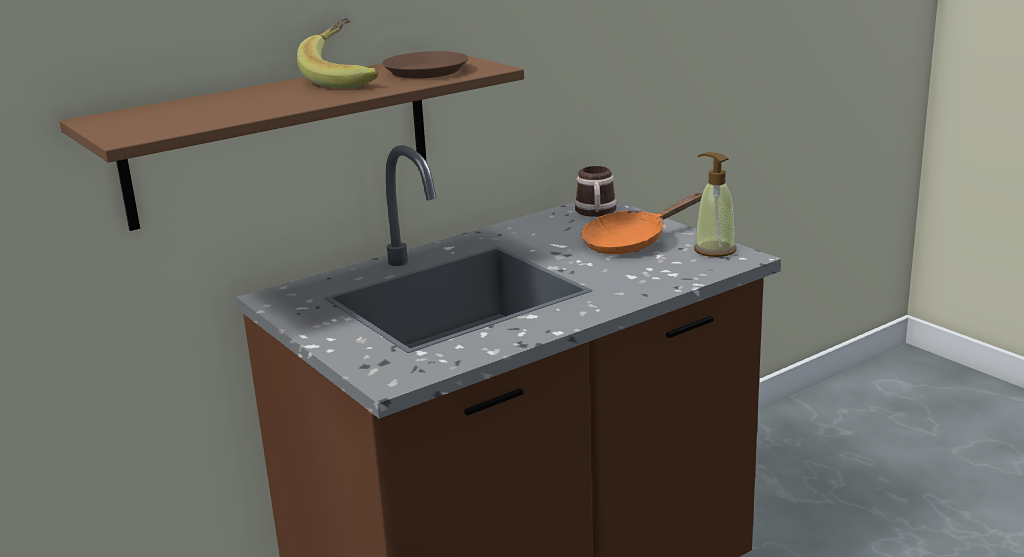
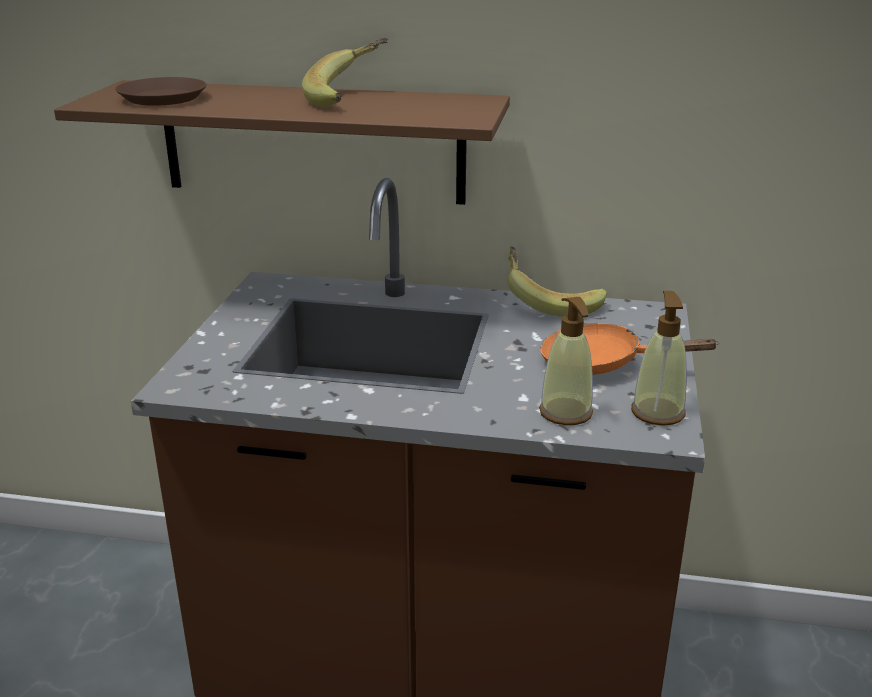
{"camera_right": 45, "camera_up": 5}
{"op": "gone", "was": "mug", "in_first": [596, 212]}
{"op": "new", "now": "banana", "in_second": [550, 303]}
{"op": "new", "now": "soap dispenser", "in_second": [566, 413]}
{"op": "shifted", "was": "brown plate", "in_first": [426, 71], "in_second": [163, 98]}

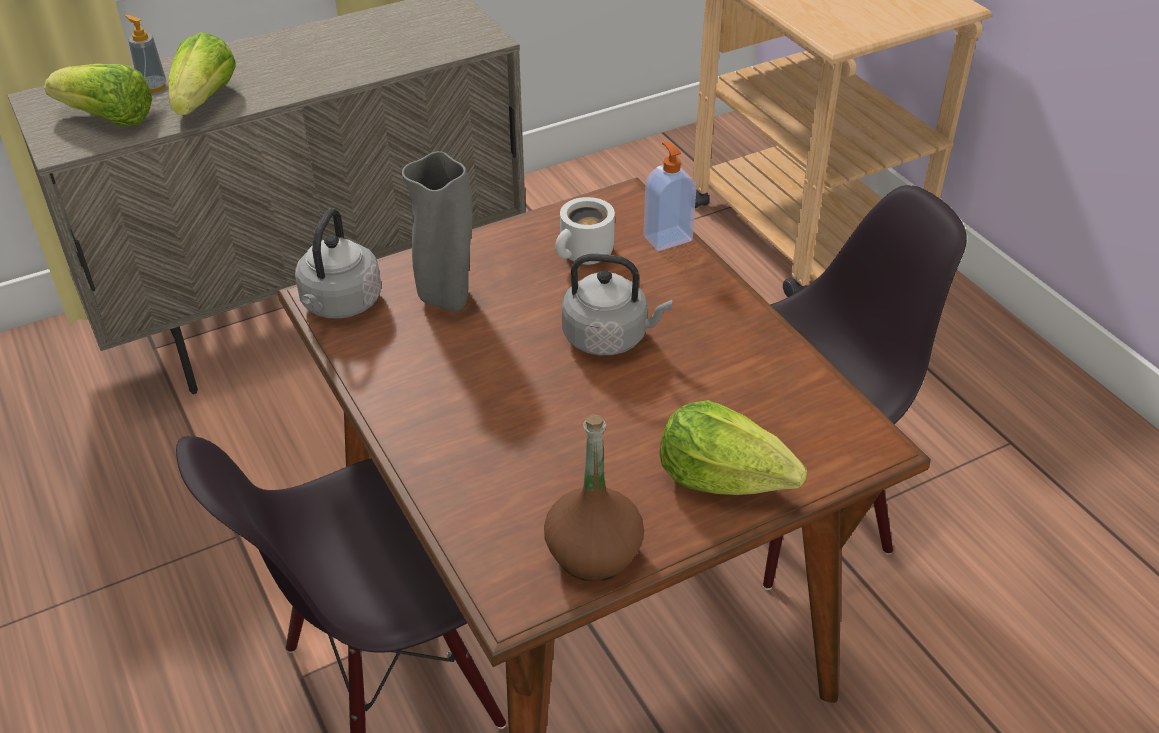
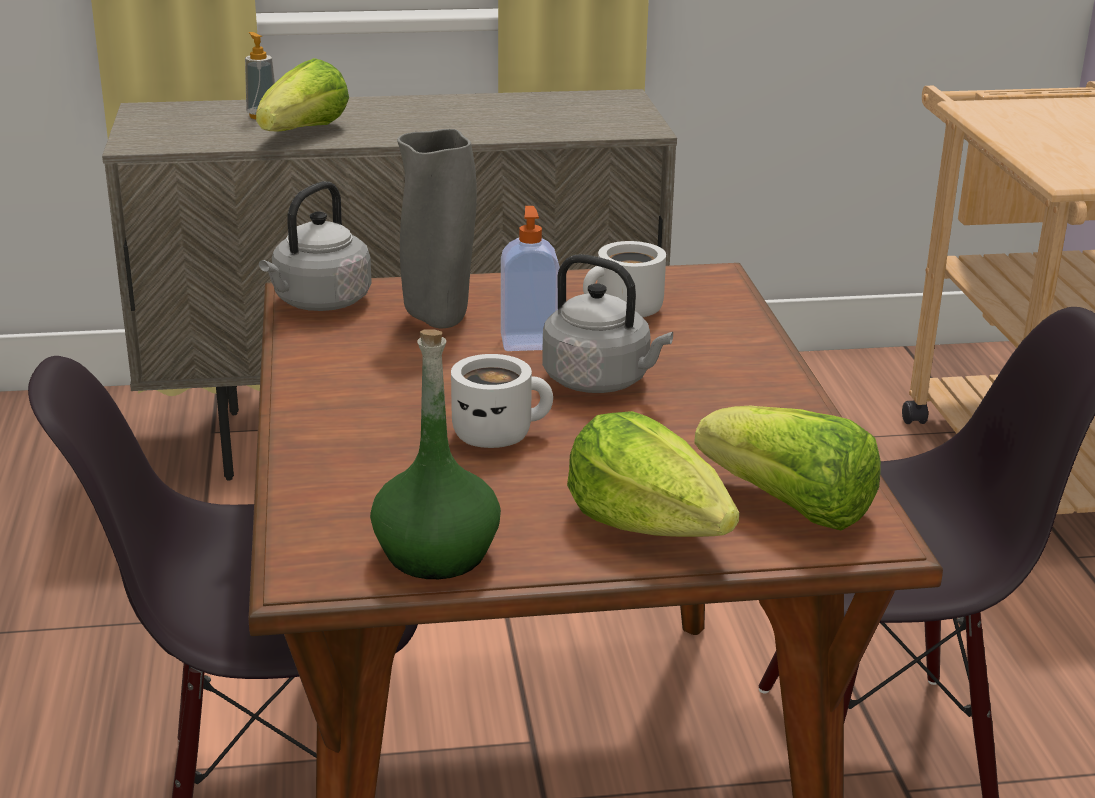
{"camera_right": 20, "camera_up": -15}
{"op": "new", "now": "white mug", "in_second": [498, 433]}
{"op": "shifted", "was": "lettuce", "in_first": [108, 119], "in_second": [789, 507]}
{"op": "shifted", "was": "soap dispenser", "in_first": [667, 238], "in_second": [529, 341]}
{"op": "repainted", "was": "brown bottle", "now": "green bottle", "in_first": [593, 552], "in_second": [436, 553]}

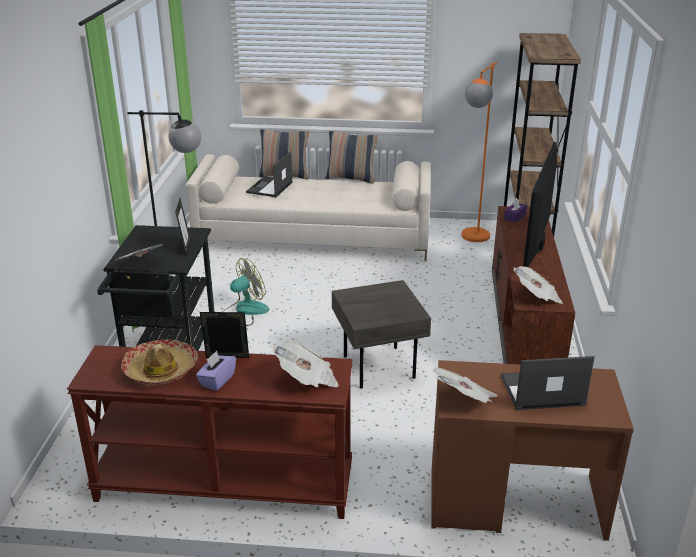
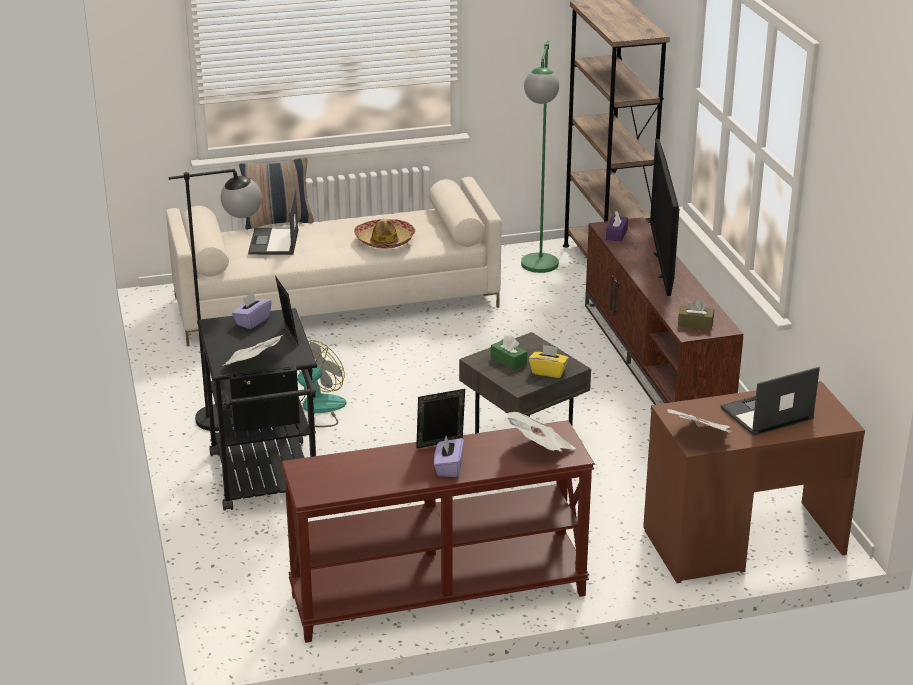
{"camera_right": -20, "camera_up": 0}
{"op": "gone", "was": "pillow", "in_first": [351, 178]}
{"op": "new", "now": "purple tissue box", "in_second": [252, 321]}
{"op": "new", "now": "green tissue box", "in_second": [508, 361]}
{"op": "new", "now": "yellow tissue box", "in_second": [548, 372]}
{"op": "shifted", "was": "hat", "in_first": [161, 370], "in_second": [385, 240]}
{"op": "swapped", "was": "newspaper", "now": "brown tissue box", "in_first": [537, 297], "in_second": [695, 324]}
{"op": "repainted", "was": "orange floor lamp", "now": "green floor lamp", "in_first": [472, 240], "in_second": [538, 270]}

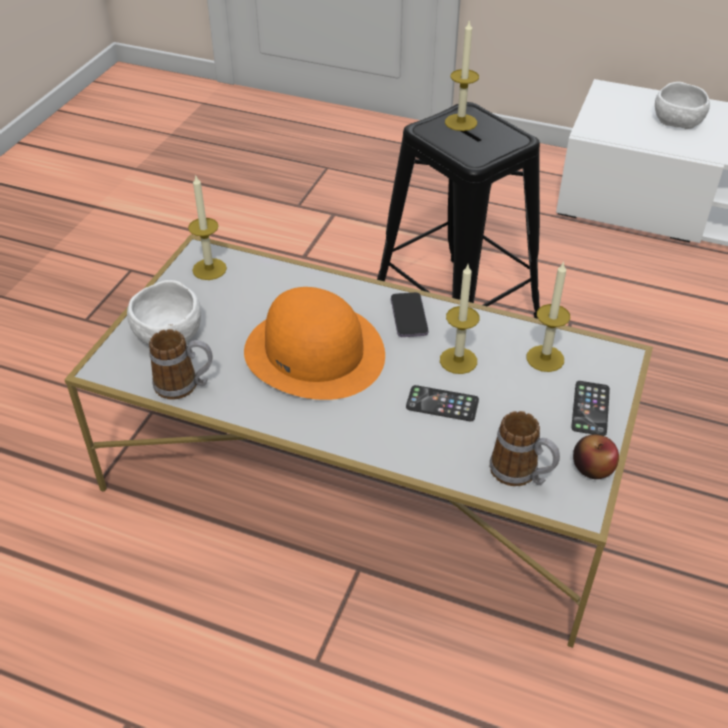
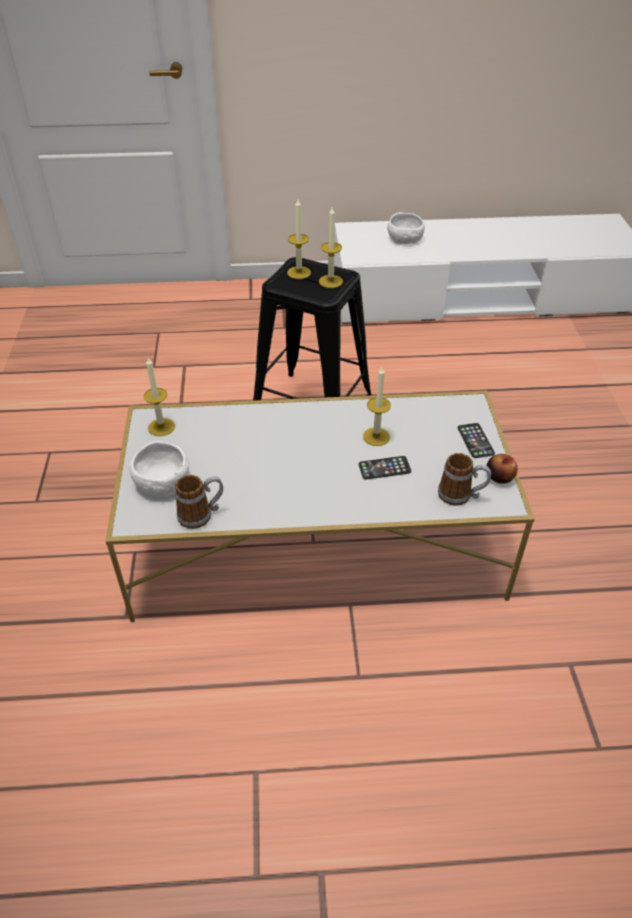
{"camera_right": -25, "camera_up": 0}
{"op": "gone", "was": "orange hat", "in_first": [315, 352]}
{"op": "gone", "was": "phone", "in_first": [409, 316]}
{"op": "shifted", "was": "candle", "in_first": [545, 358], "in_second": [330, 281]}

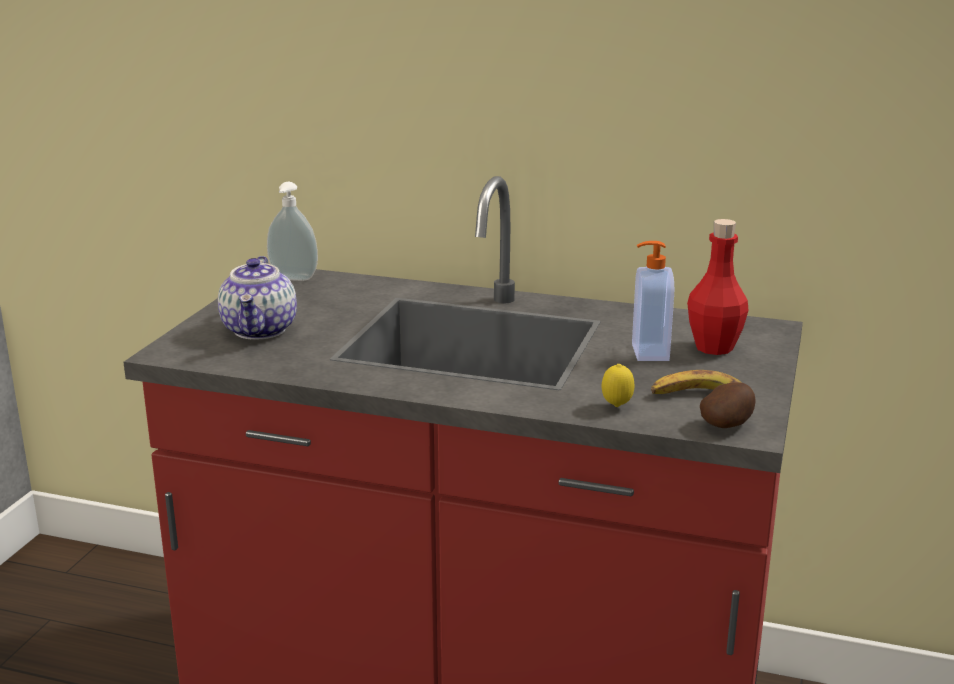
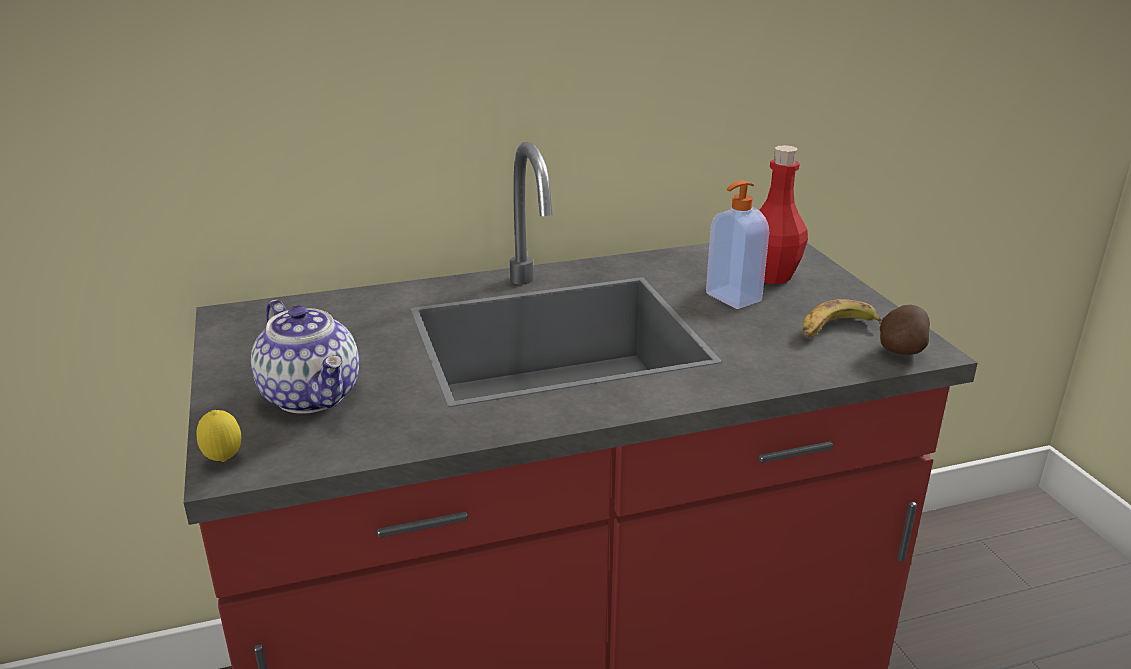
{"camera_right": -35, "camera_up": 5}
{"op": "gone", "was": "soap dispenser", "in_first": [292, 279]}
{"op": "shifted", "was": "lemon", "in_first": [616, 406], "in_second": [224, 461]}

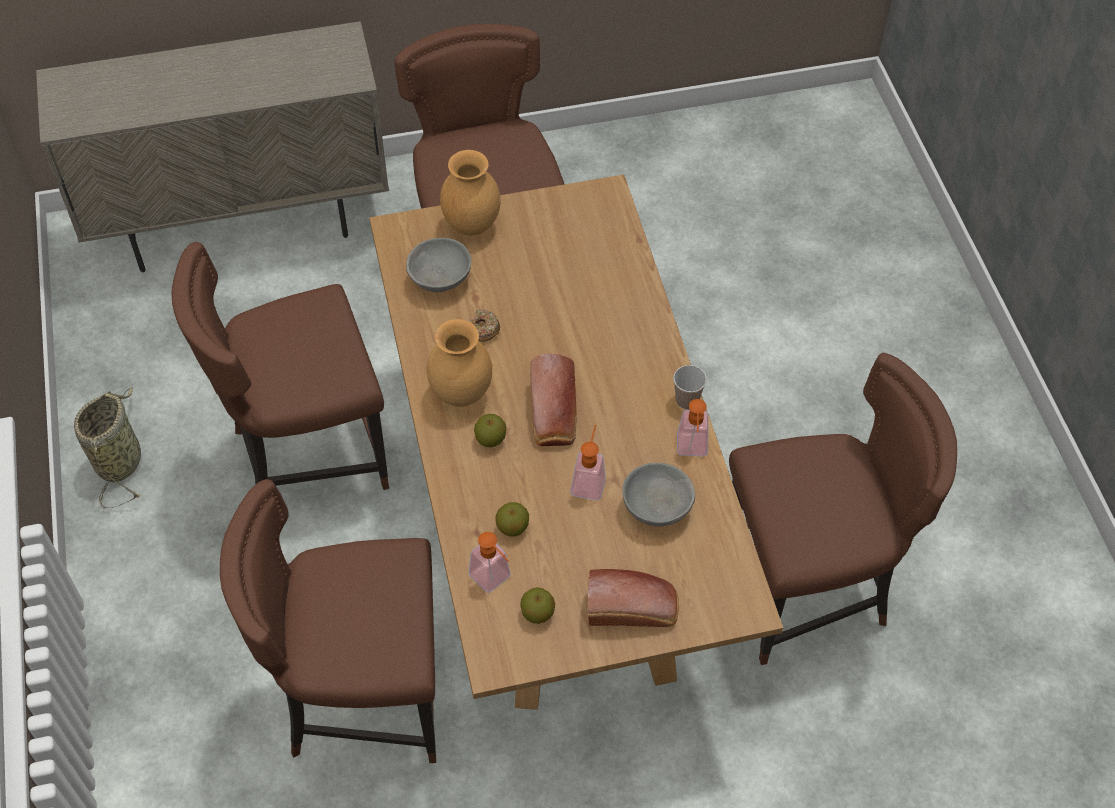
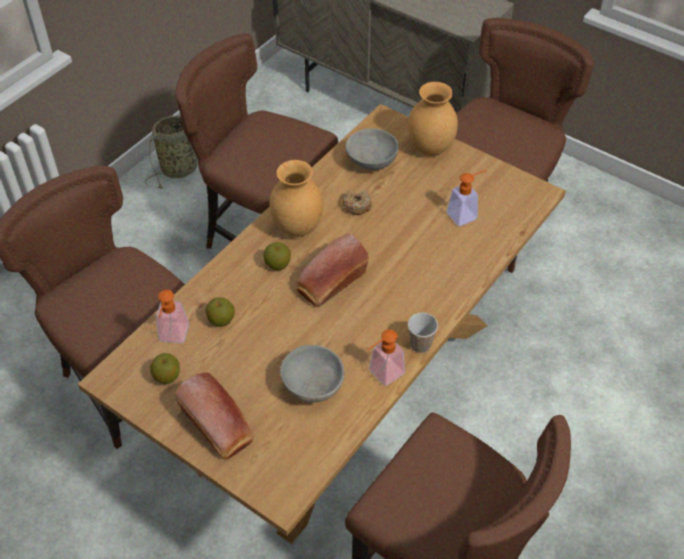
{"camera_right": 50, "camera_up": -5}
{"op": "shifted", "was": "soap dispenser", "in_first": [589, 481], "in_second": [466, 214]}

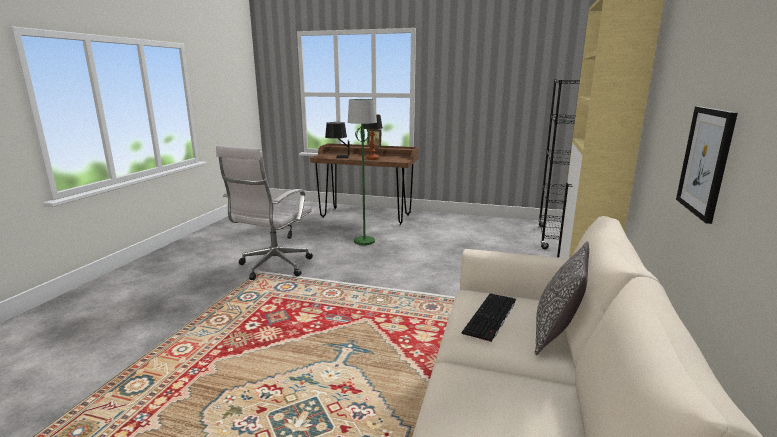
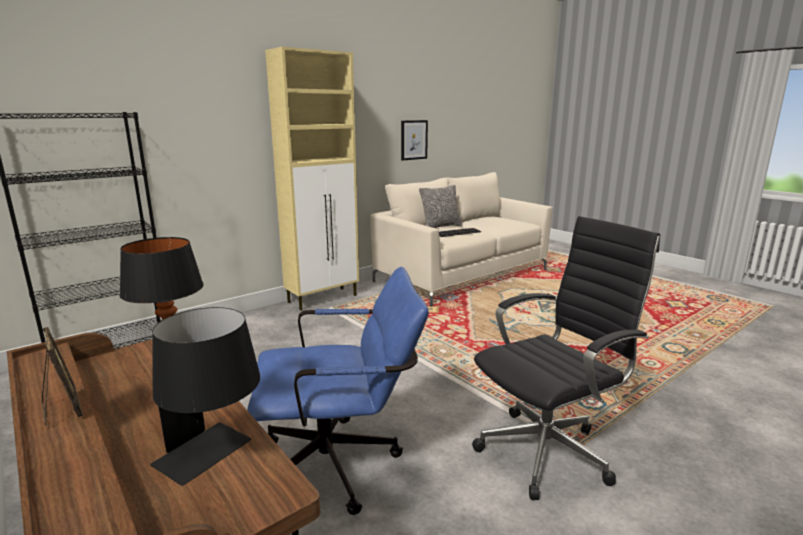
{"camera_right": -145, "camera_up": 0}
{"op": "swapped", "was": "green floor lamp", "now": "blue office chair", "in_first": [364, 241], "in_second": [341, 464]}
{"op": "repainted", "was": "white office chair", "now": "black office chair", "in_first": [273, 267], "in_second": [548, 451]}

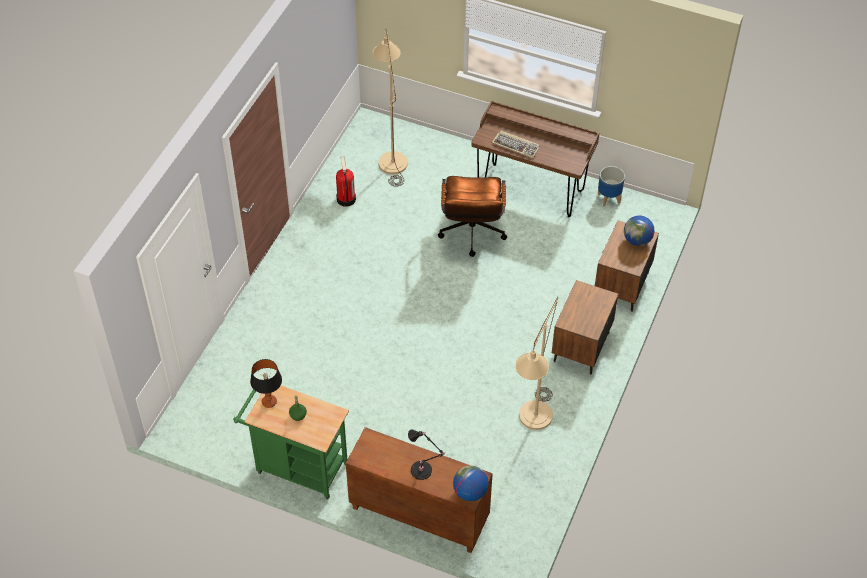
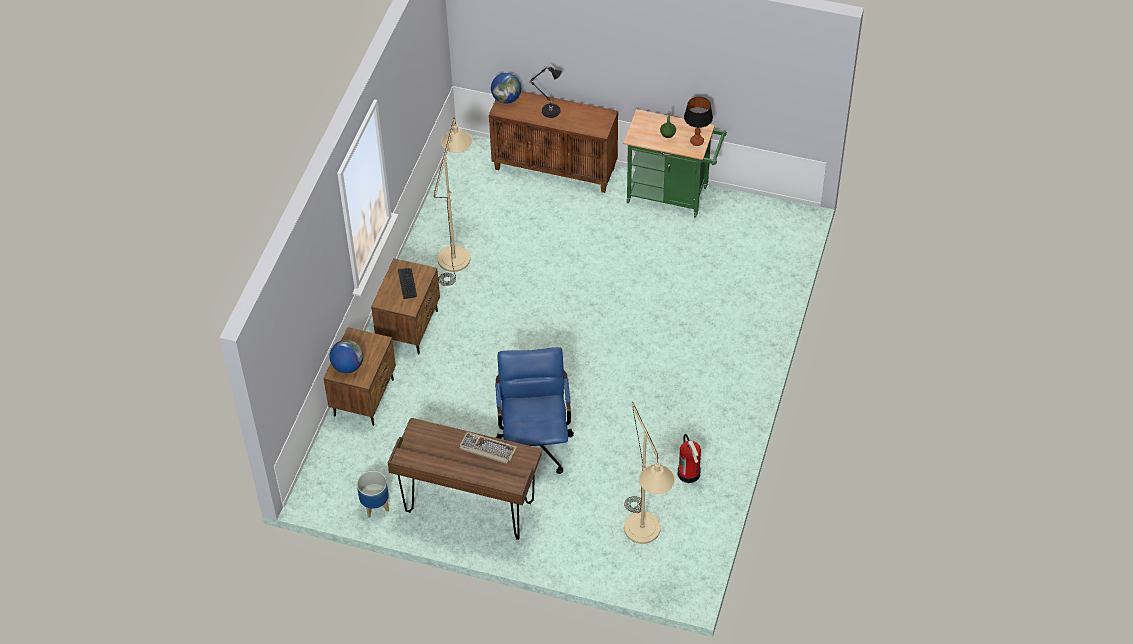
{"camera_right": 175, "camera_up": 0}
{"op": "new", "now": "keyboard", "in_second": [407, 283]}
{"op": "repainted", "was": "brown office chair", "now": "blue office chair", "in_first": [471, 235], "in_second": [535, 441]}

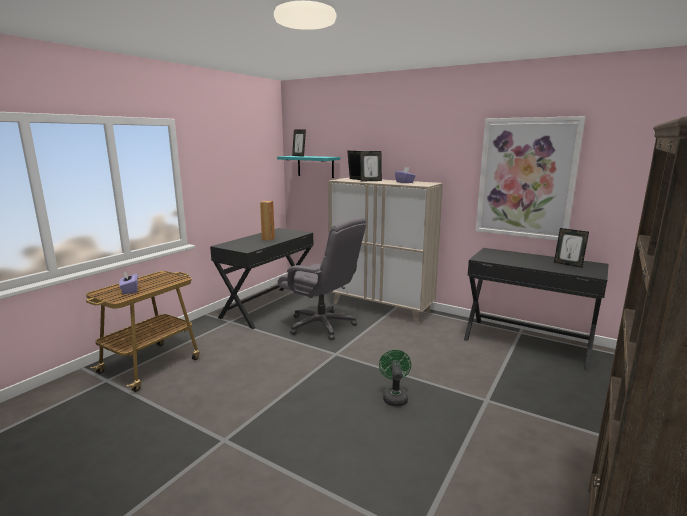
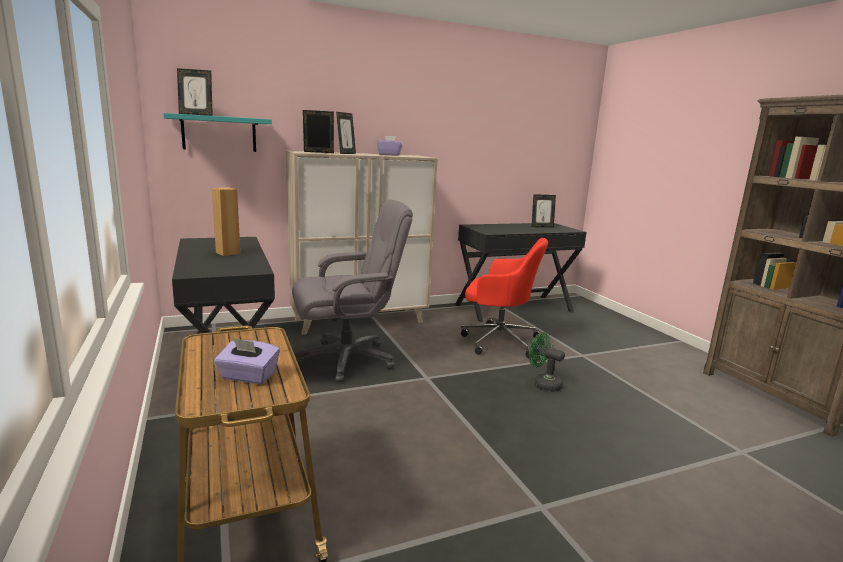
{"camera_right": -55, "camera_up": 0}
{"op": "gone", "was": "picture", "in_first": [526, 178]}
{"op": "new", "now": "red office chair", "in_second": [498, 340]}

